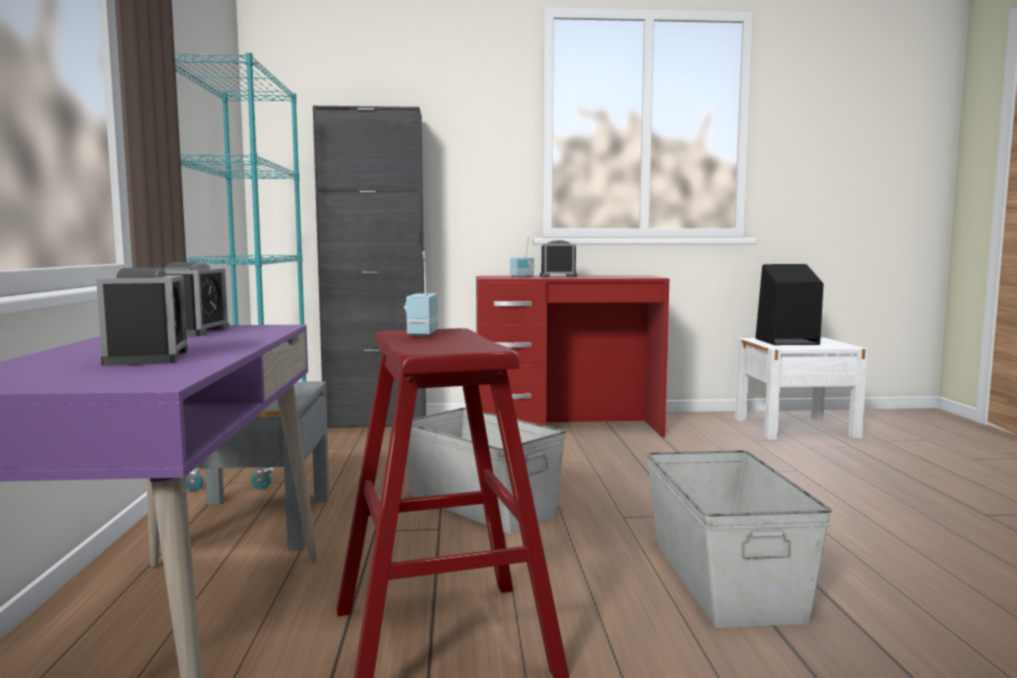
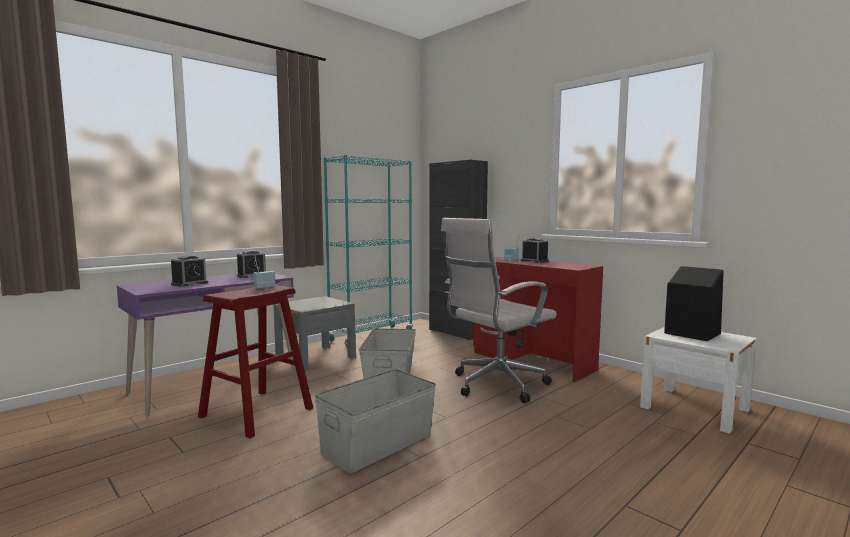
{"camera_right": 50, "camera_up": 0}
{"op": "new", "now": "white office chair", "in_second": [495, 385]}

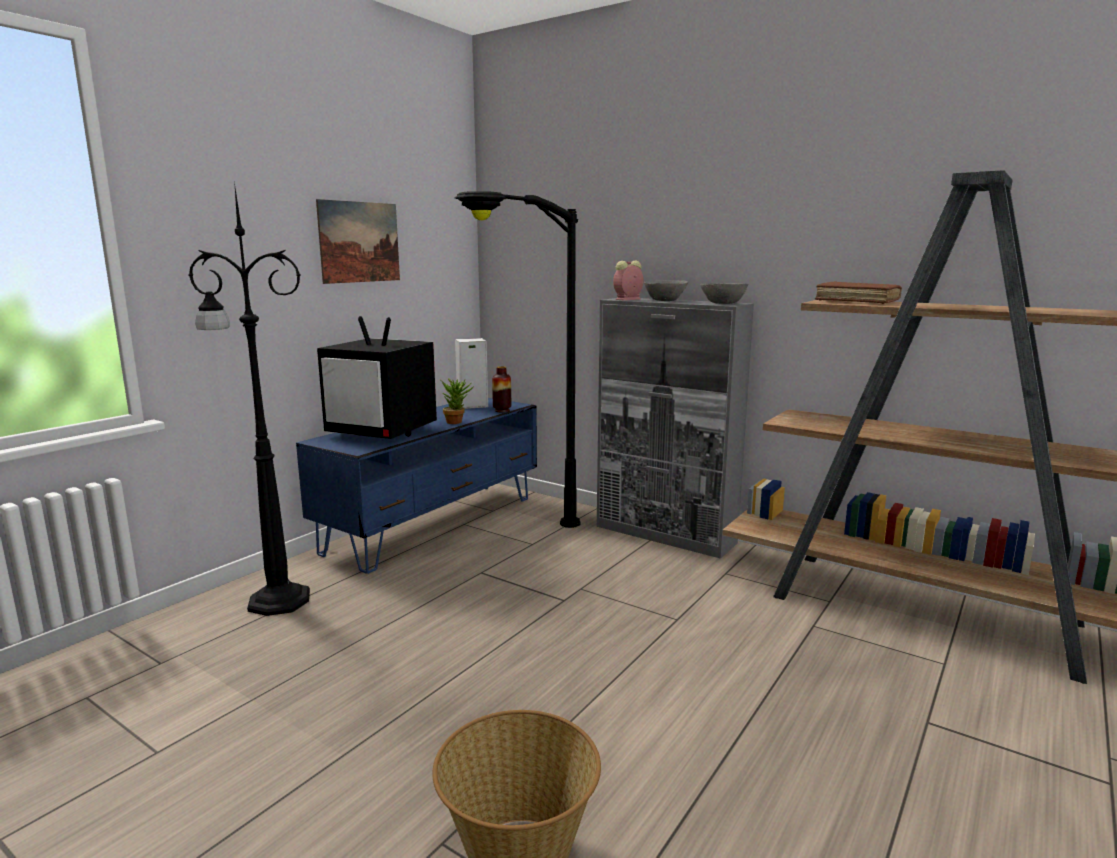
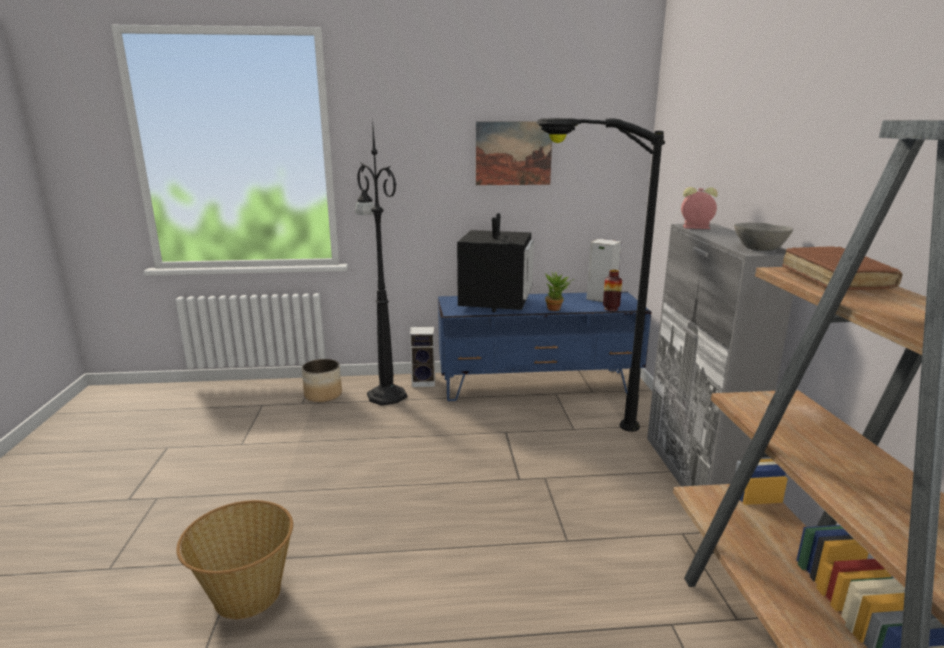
{"camera_right": 50, "camera_up": 5}
{"op": "gone", "was": "grey bowl", "in_first": [664, 300]}
{"op": "new", "now": "planter", "in_second": [323, 395]}
{"op": "new", "now": "speaker", "in_second": [424, 382]}
{"op": "rotated", "was": "television", "in_first": [383, 432], "in_second": [495, 303], "clockwise": -150}

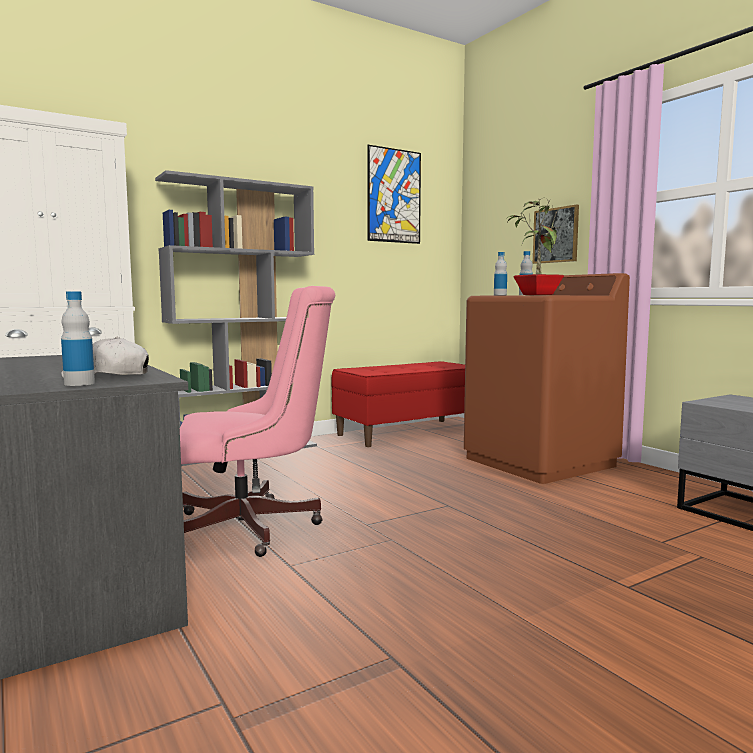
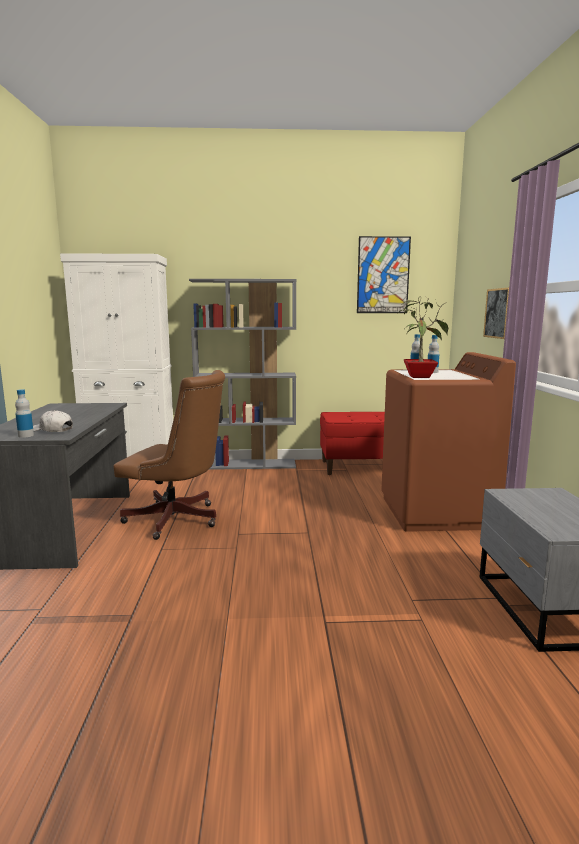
{"camera_right": 30, "camera_up": 5}
{"op": "repainted", "was": "pink office chair", "now": "brown office chair", "in_first": [254, 527], "in_second": [178, 520]}

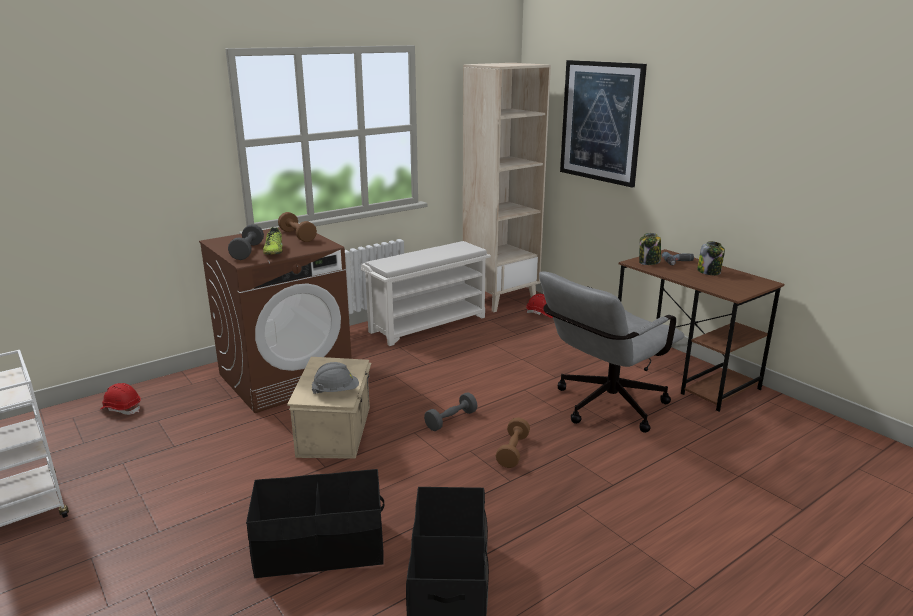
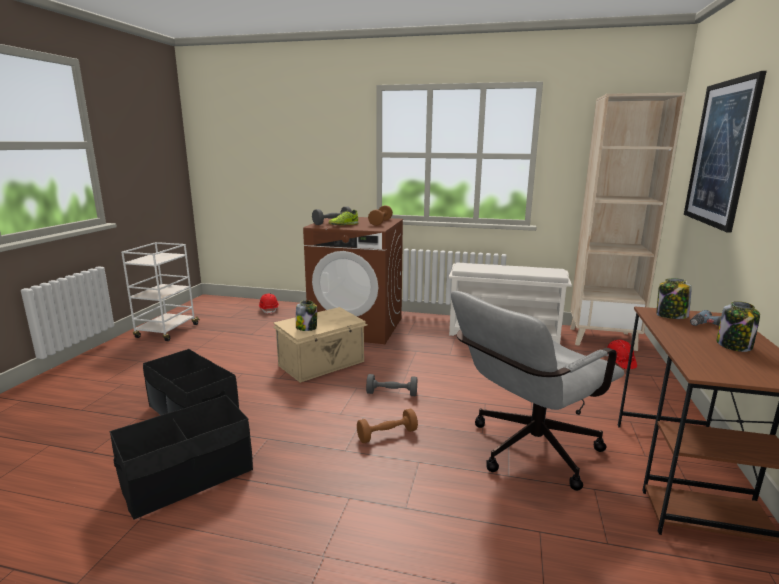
{"camera_right": 50, "camera_up": -5}
{"op": "swapped", "was": "grey hard hat", "now": "jar", "in_first": [336, 391], "in_second": [307, 328]}
{"op": "rotated", "was": "grey office chair", "in_first": [603, 407], "in_second": [526, 452], "clockwise": -45}

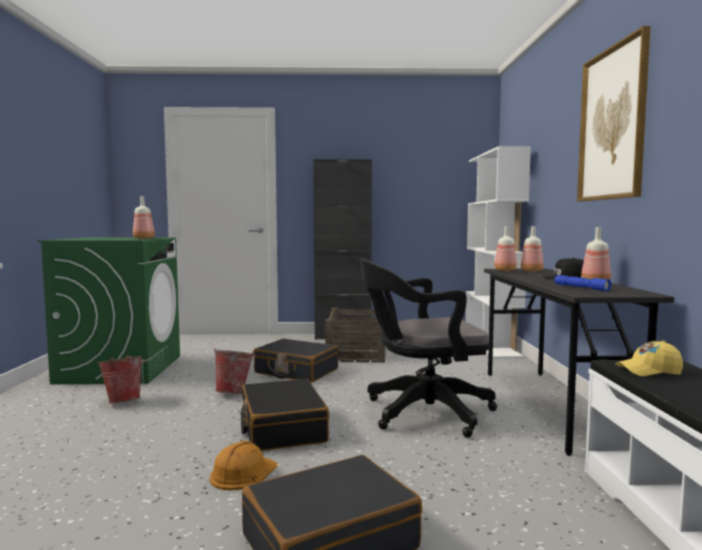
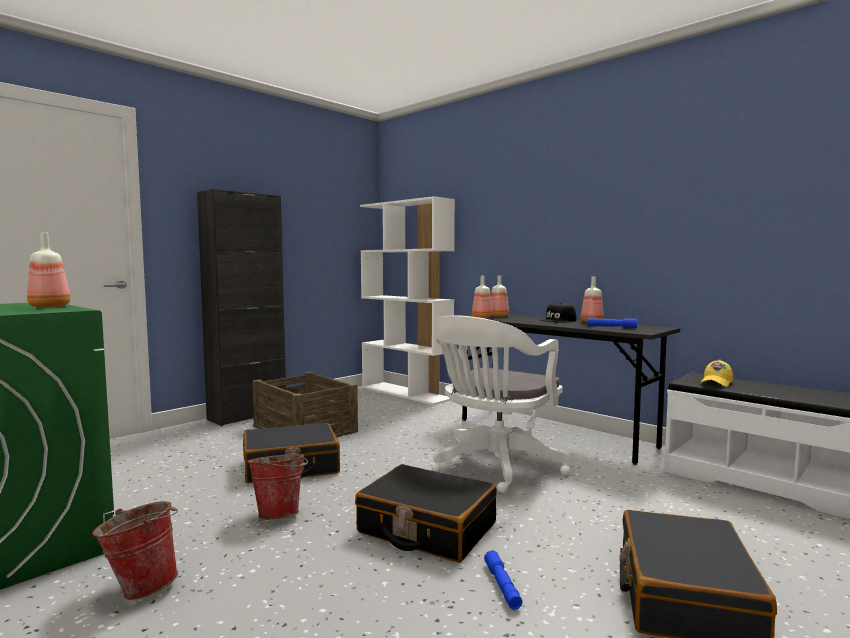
{"camera_right": -45, "camera_up": 0}
{"op": "gone", "was": "picture", "in_first": [612, 124]}
{"op": "swapped", "was": "orange hard hat", "now": "blue flashlight", "in_first": [243, 473], "in_second": [502, 586]}
{"op": "repainted", "was": "black office chair", "now": "white office chair", "in_first": [422, 413], "in_second": [495, 467]}

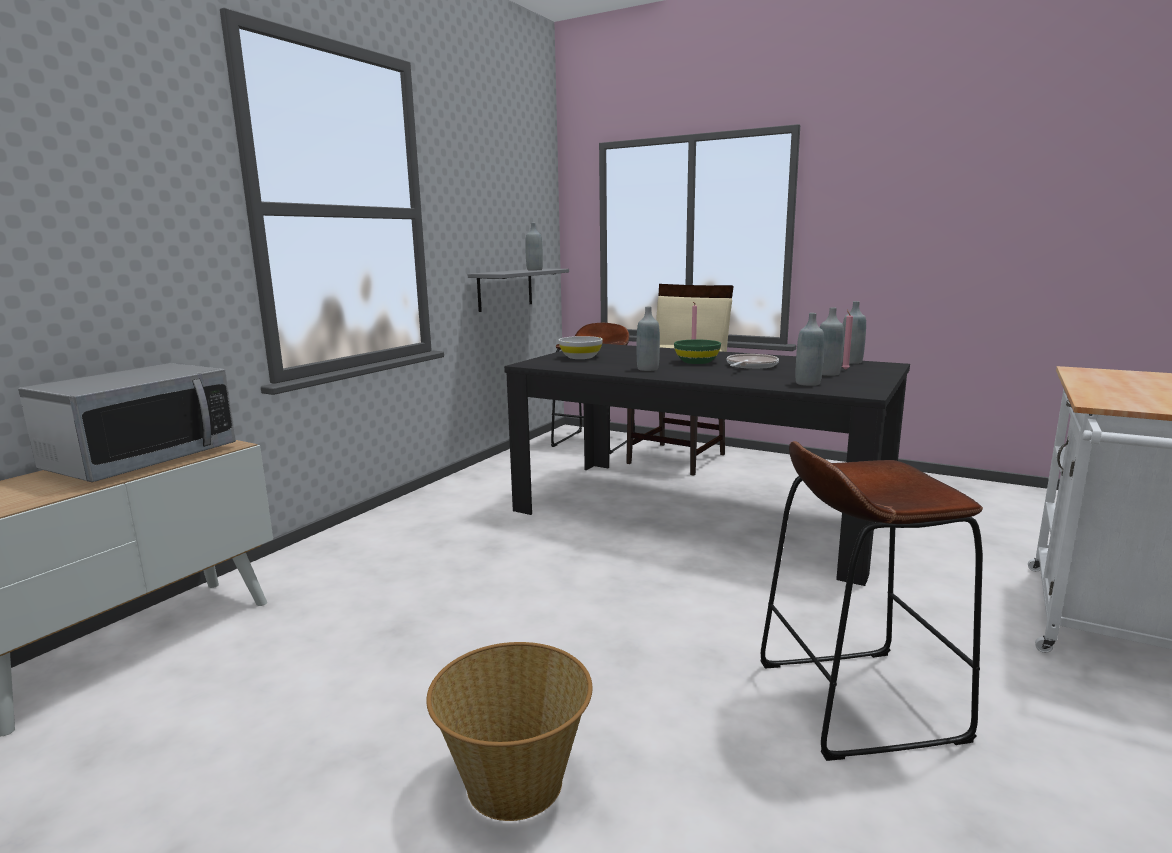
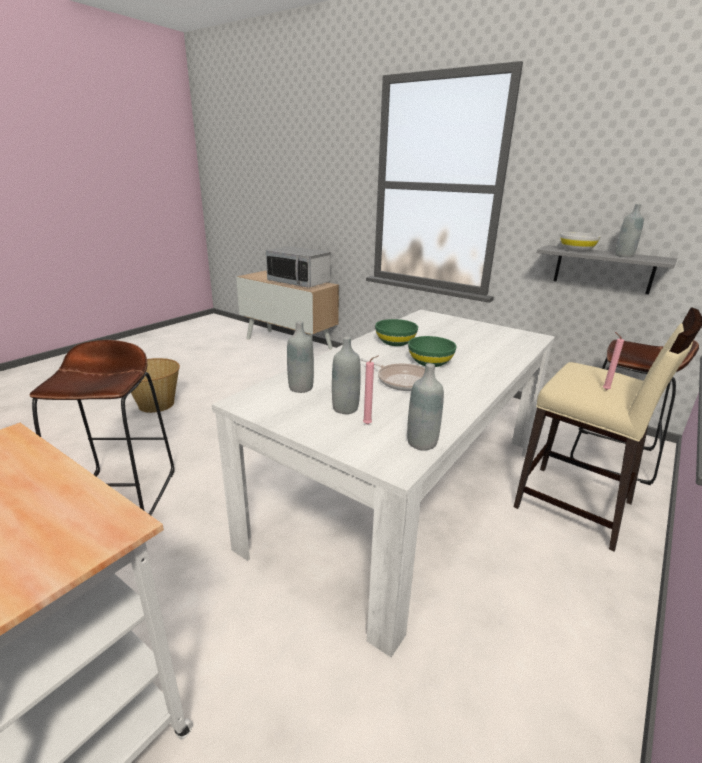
{"camera_right": 95, "camera_up": 10}
{"op": "shifted", "was": "white bowl", "in_first": [581, 357], "in_second": [576, 250]}
{"op": "swapped", "was": "grey bottle", "now": "green bowl", "in_first": [647, 369], "in_second": [395, 342]}
{"op": "repainted", "was": "black dining table", "now": "white dining table", "in_first": [699, 512], "in_second": [404, 491]}

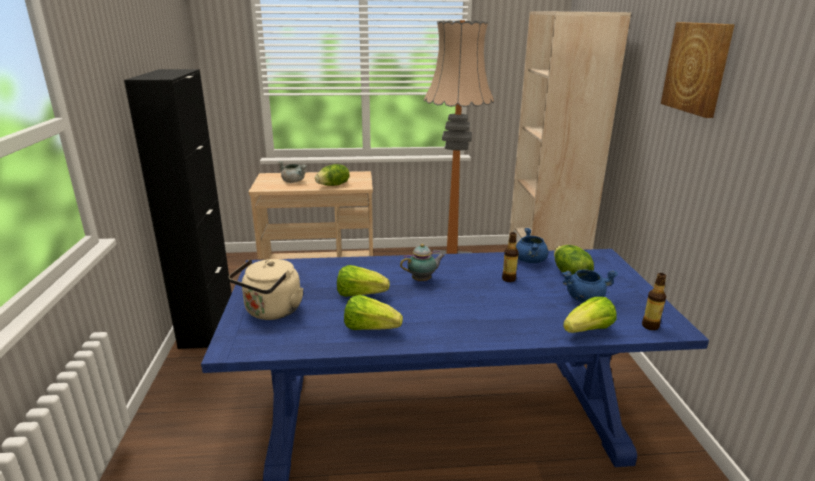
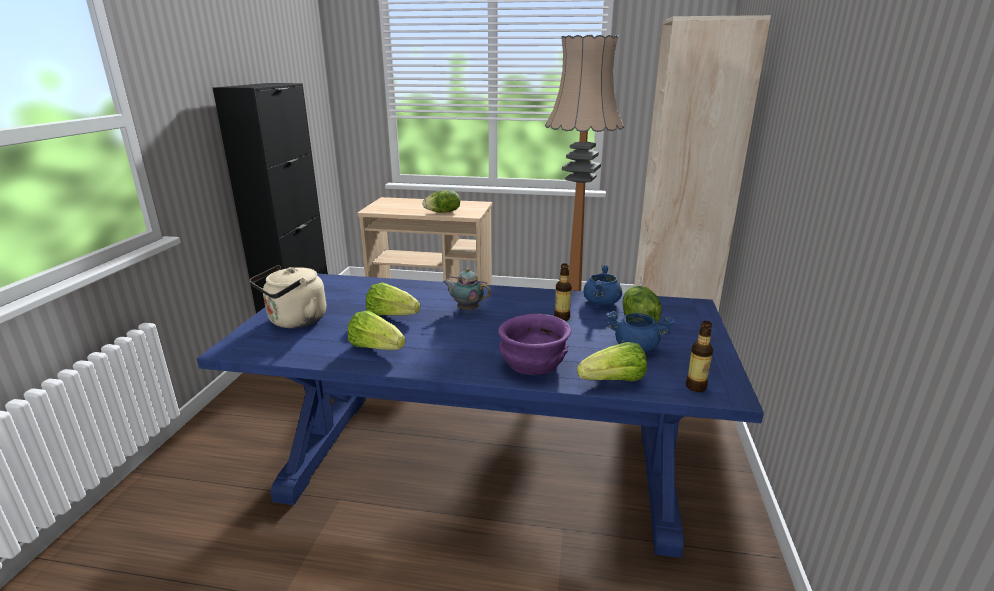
{"camera_right": 15, "camera_up": 0}
{"op": "gone", "was": "grey cooking pot", "in_first": [293, 181]}
{"op": "gone", "was": "picture", "in_first": [697, 68]}
{"op": "new", "now": "purple bowl", "in_second": [532, 364]}
{"op": "rotated", "was": "teapot", "in_first": [423, 280], "in_second": [466, 309], "clockwise": -150}

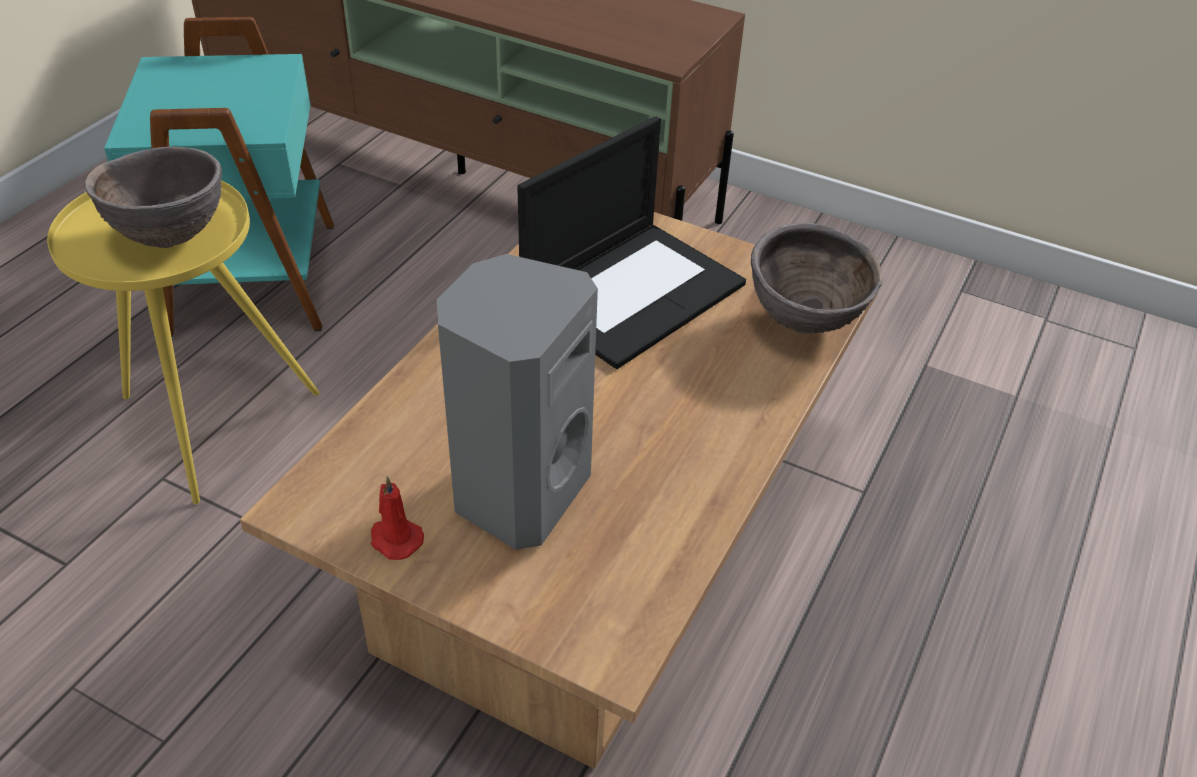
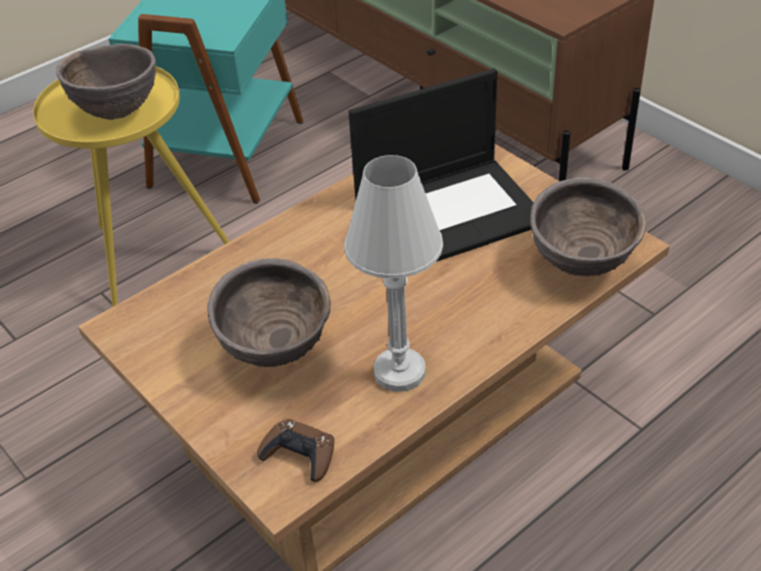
{"camera_right": 25, "camera_up": 0}
{"op": "gone", "was": "red candle", "in_first": [394, 539]}
{"op": "new", "now": "brown game controller", "in_second": [299, 455]}
{"op": "new", "now": "white table lamp", "in_second": [400, 372]}
{"op": "swapped", "was": "grey speaker", "now": "brown bowl", "in_first": [517, 492], "in_second": [275, 351]}

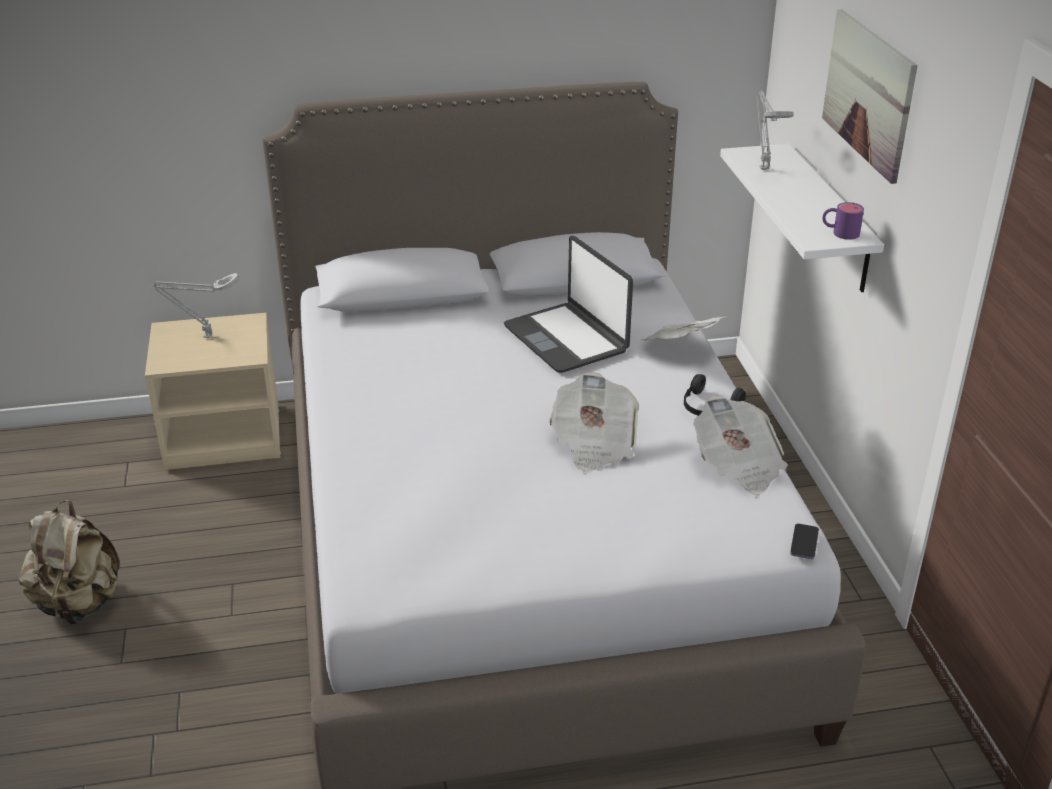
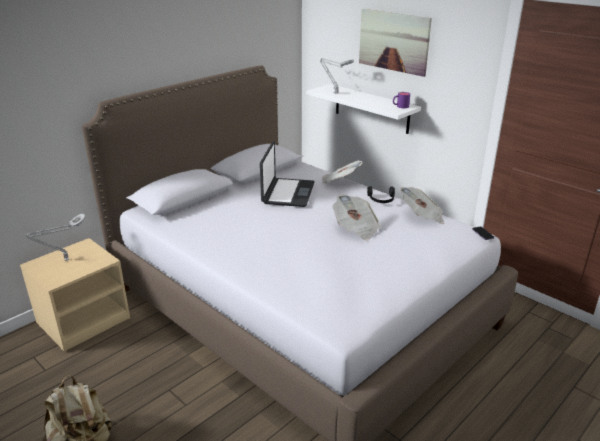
{"camera_right": -35, "camera_up": -5}
{"op": "rotated", "was": "laptop", "in_first": [567, 339], "in_second": [287, 193], "clockwise": -105}

